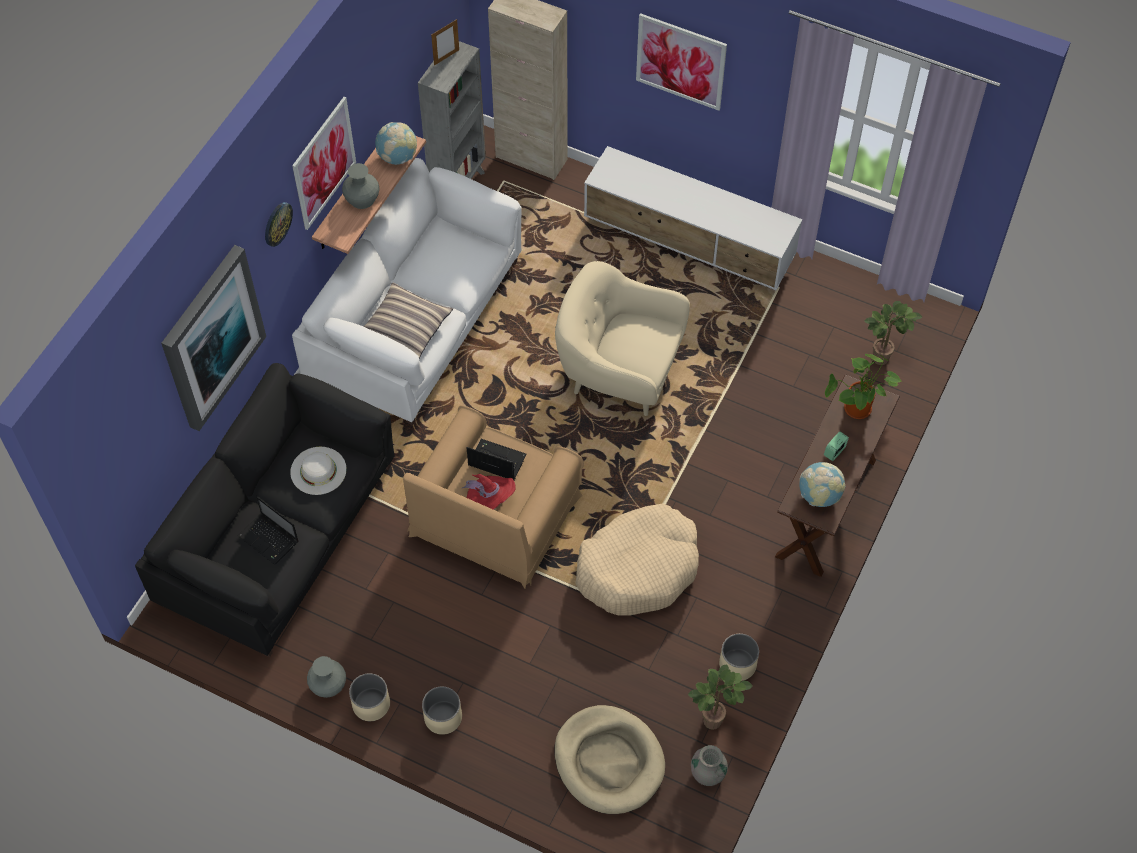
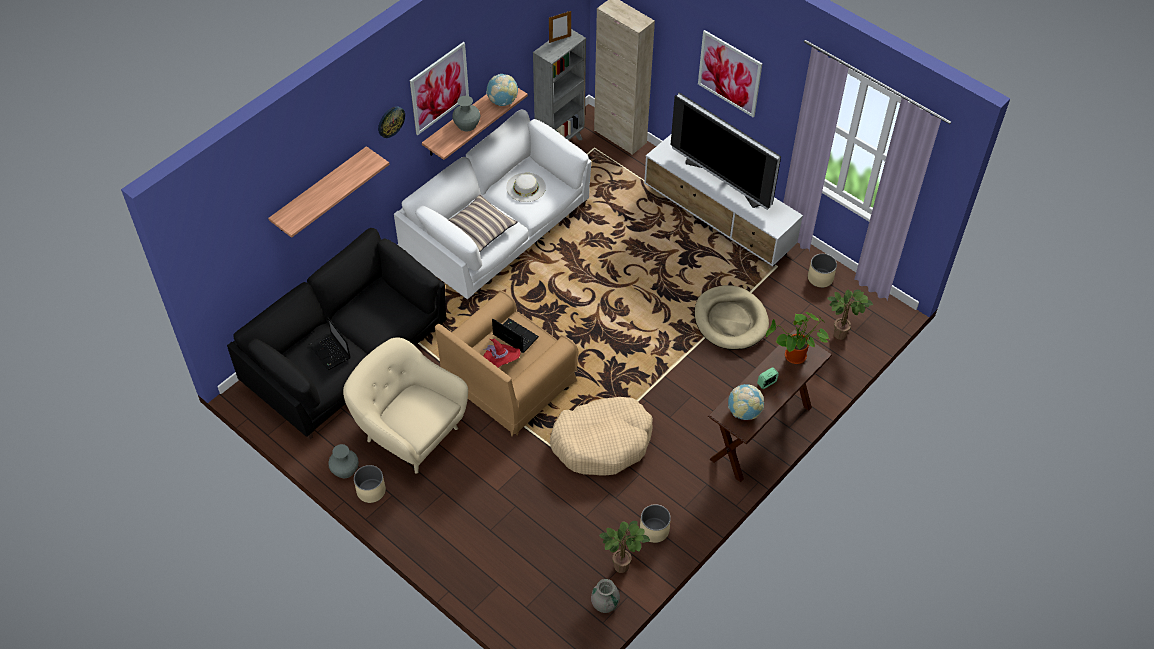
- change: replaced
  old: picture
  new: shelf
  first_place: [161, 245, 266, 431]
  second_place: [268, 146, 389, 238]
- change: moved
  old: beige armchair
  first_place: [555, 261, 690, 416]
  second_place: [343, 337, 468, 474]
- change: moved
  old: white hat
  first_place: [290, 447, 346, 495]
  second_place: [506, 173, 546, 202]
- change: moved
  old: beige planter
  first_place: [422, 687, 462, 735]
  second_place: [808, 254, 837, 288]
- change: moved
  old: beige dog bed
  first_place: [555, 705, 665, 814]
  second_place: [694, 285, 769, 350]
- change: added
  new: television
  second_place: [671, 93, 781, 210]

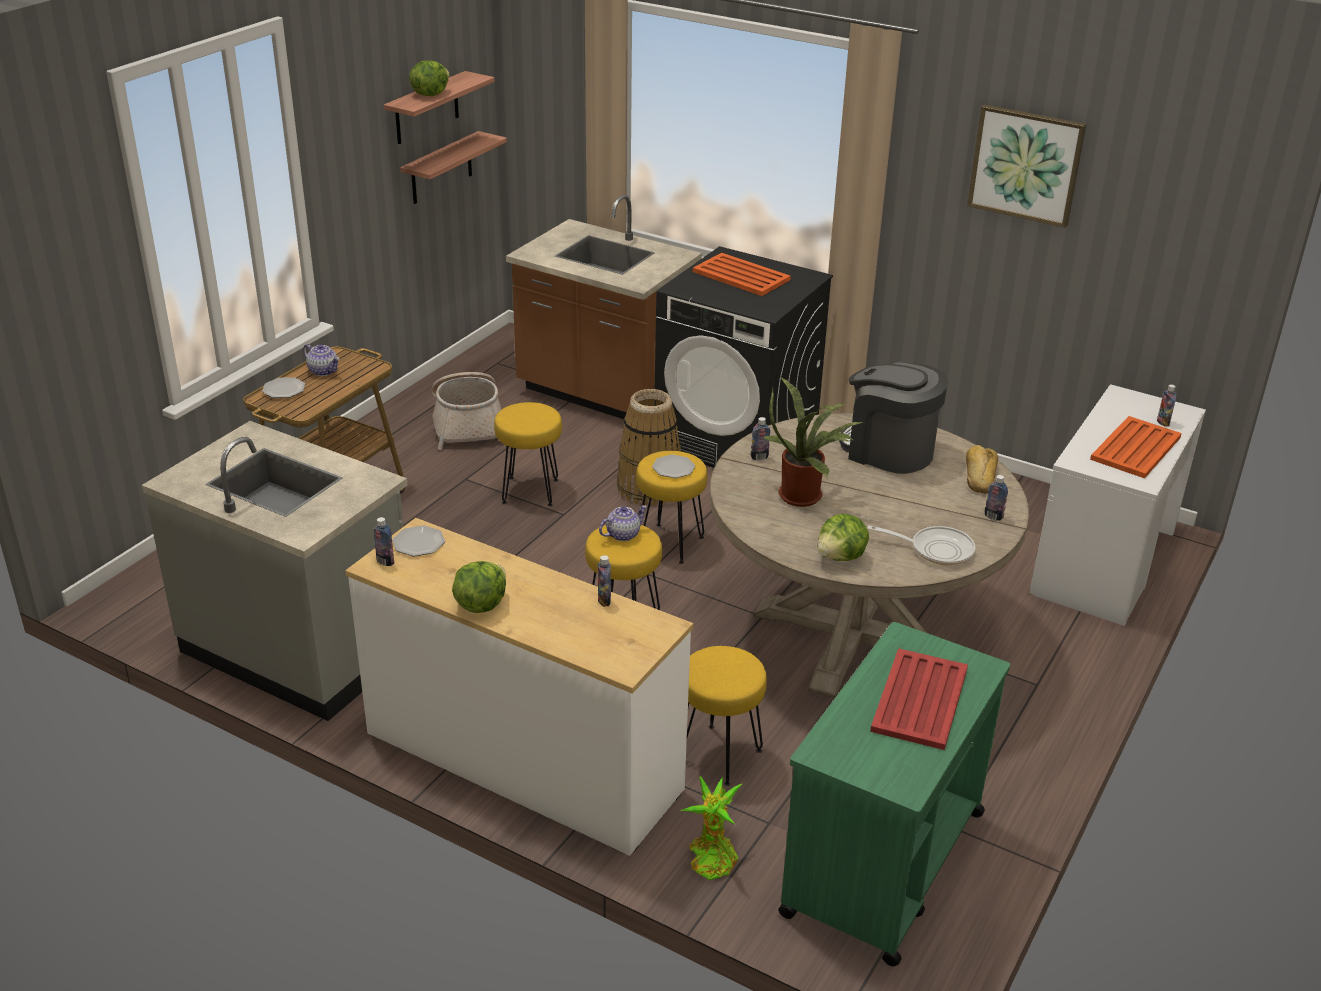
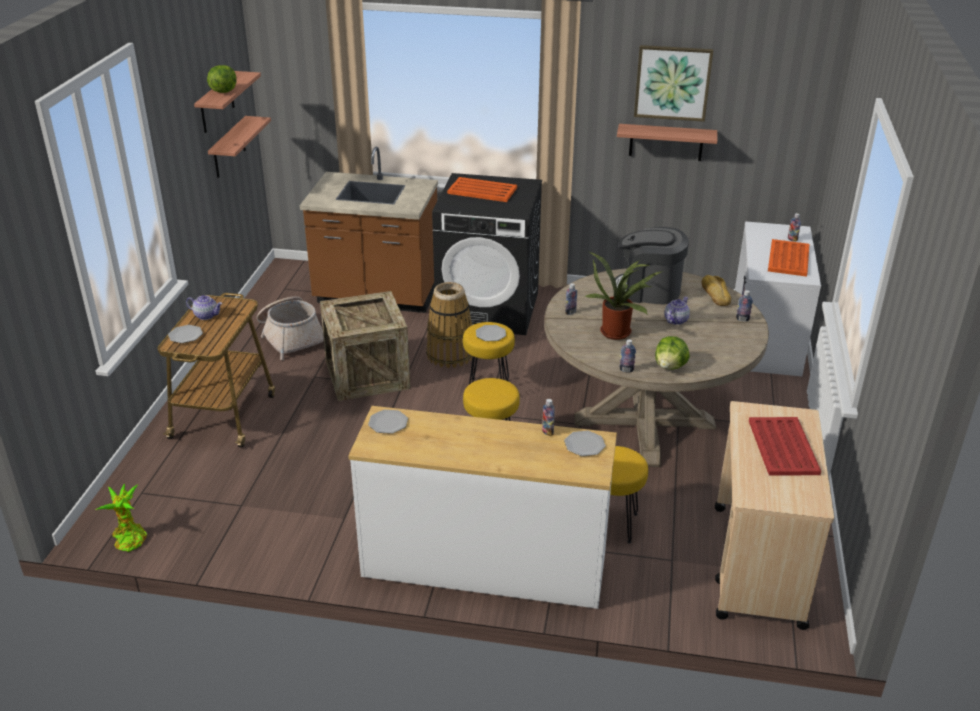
- change: replaced
  old: yellow stool
  new: crate
  first_place: [494, 402, 562, 506]
  second_place: [320, 291, 410, 401]
- change: removed
  old: grey counter
  first_place: [142, 421, 407, 721]
- change: moved
  old: teapot
  first_place: [599, 505, 647, 541]
  second_place: [665, 297, 690, 325]
- change: moved
  old: bottle
  first_place: [373, 517, 394, 566]
  second_place: [619, 339, 636, 372]
- change: removed
  old: frying pan
  first_place: [867, 525, 975, 565]
- change: removed
  old: lettuce
  first_place: [452, 561, 506, 613]
- change: recoloured
  old: green cart
  new: beige cart
  first_place: [778, 622, 1010, 966]
  second_place: [715, 401, 834, 630]
- change: moved
  old: potted plant
  first_place: [680, 776, 742, 880]
  second_place: [96, 484, 147, 552]
- change: added
  new: shelf
  second_place: [617, 124, 718, 161]
- change: added
  new: plate
  second_place: [564, 431, 606, 456]

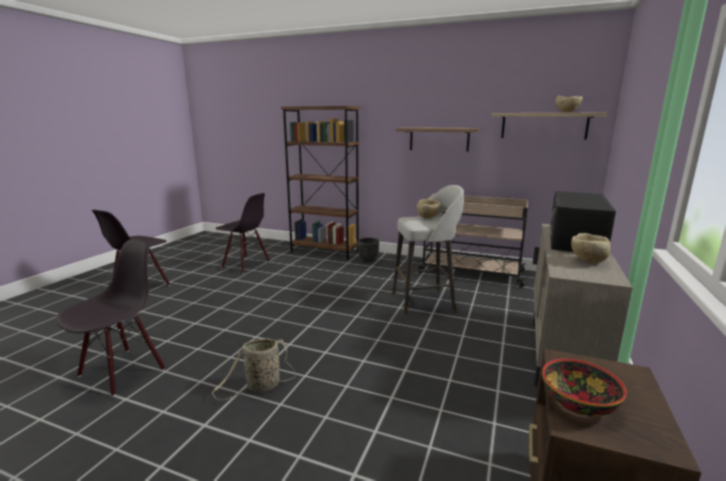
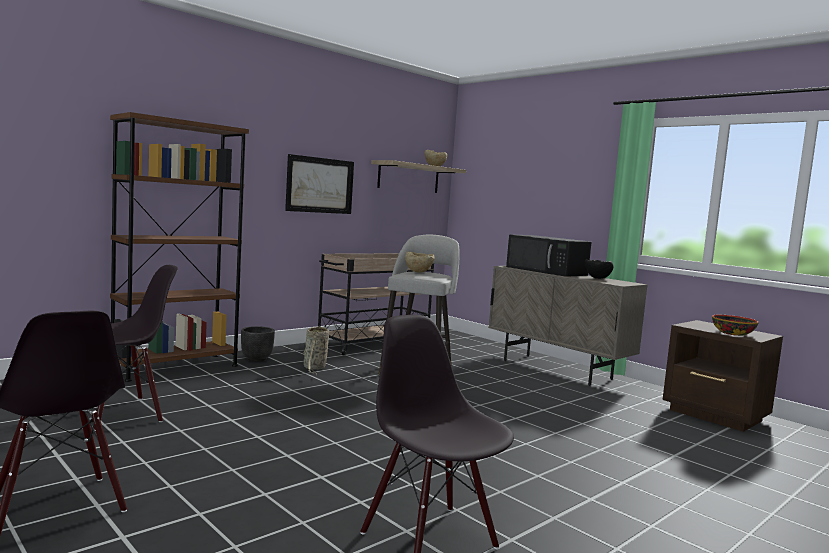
- change: replaced
  old: shelf
  new: picture
  first_place: [396, 127, 479, 152]
  second_place: [285, 154, 354, 214]
- change: recoloured
  old: beige bowl
  new: black bowl
  first_place: [571, 233, 610, 263]
  second_place: [585, 259, 614, 279]
- change: moved
  old: basket
  first_place: [211, 338, 296, 400]
  second_place: [302, 326, 329, 375]

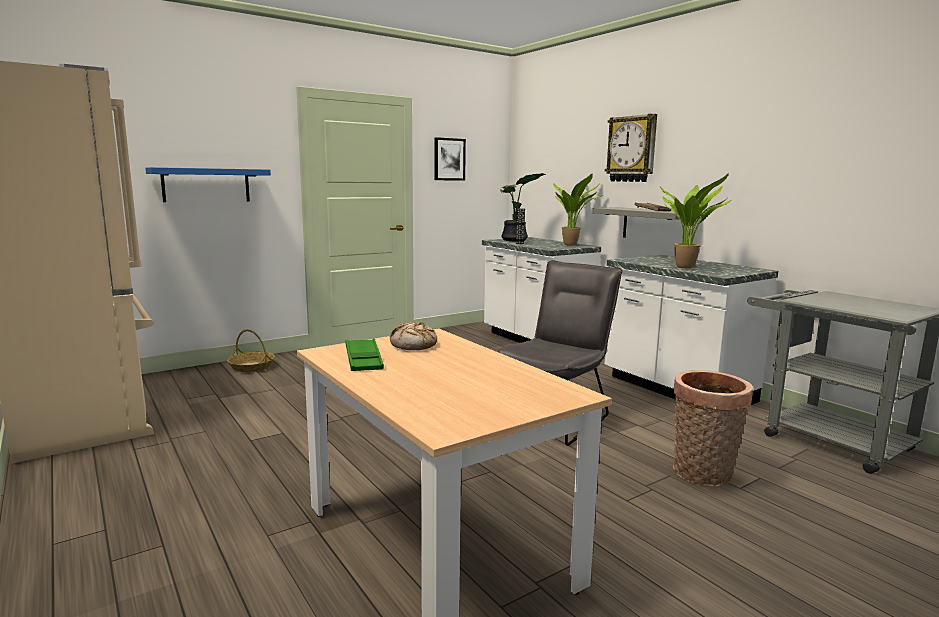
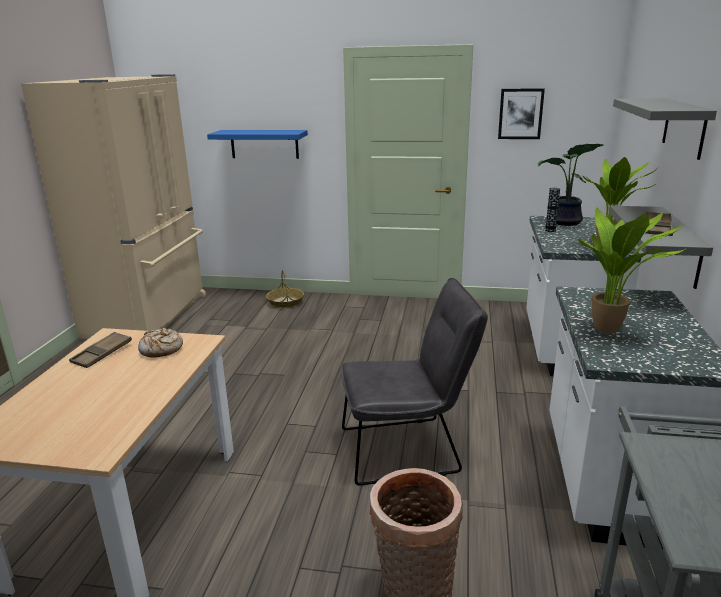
- change: replaced
  old: wall clock
  new: grey shelf
  first_place: [605, 114, 657, 182]
  second_place: [613, 98, 717, 160]
- change: recoloured
  old: green tray
  new: brown tray
  first_place: [346, 339, 384, 371]
  second_place: [69, 332, 132, 368]

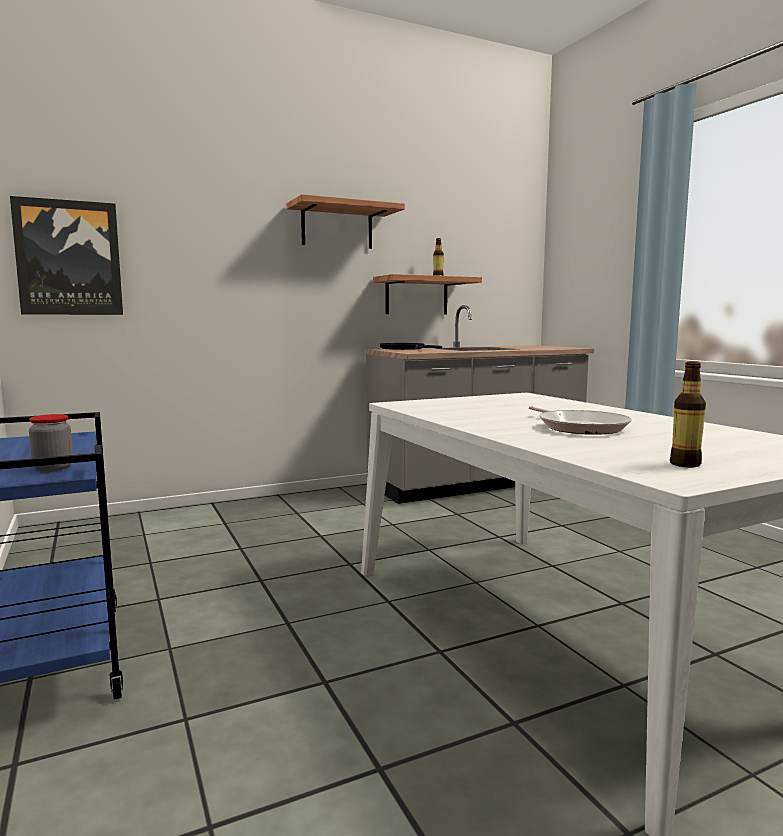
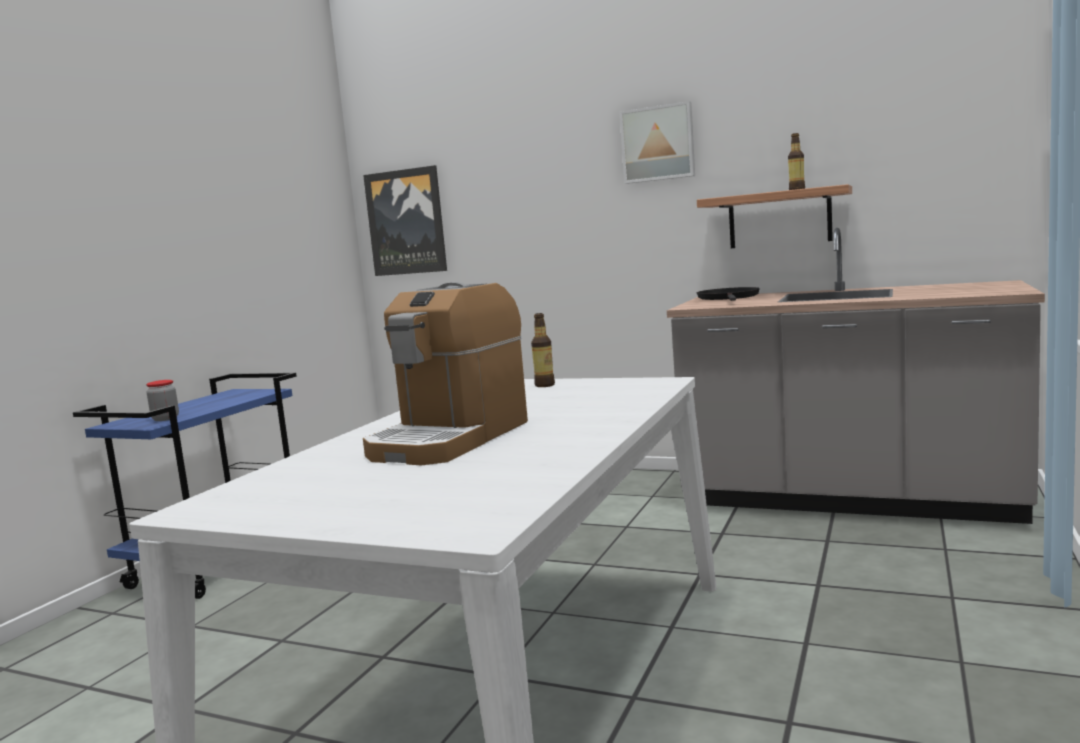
- change: replaced
  old: shelf
  new: picture
  first_place: [287, 194, 405, 249]
  second_place: [620, 101, 695, 184]
- change: moved
  old: bottle
  first_place: [670, 361, 706, 468]
  second_place: [531, 313, 555, 387]
- change: replaced
  old: frying pan
  new: coffee machine
  first_place: [529, 406, 632, 435]
  second_place: [363, 282, 528, 466]

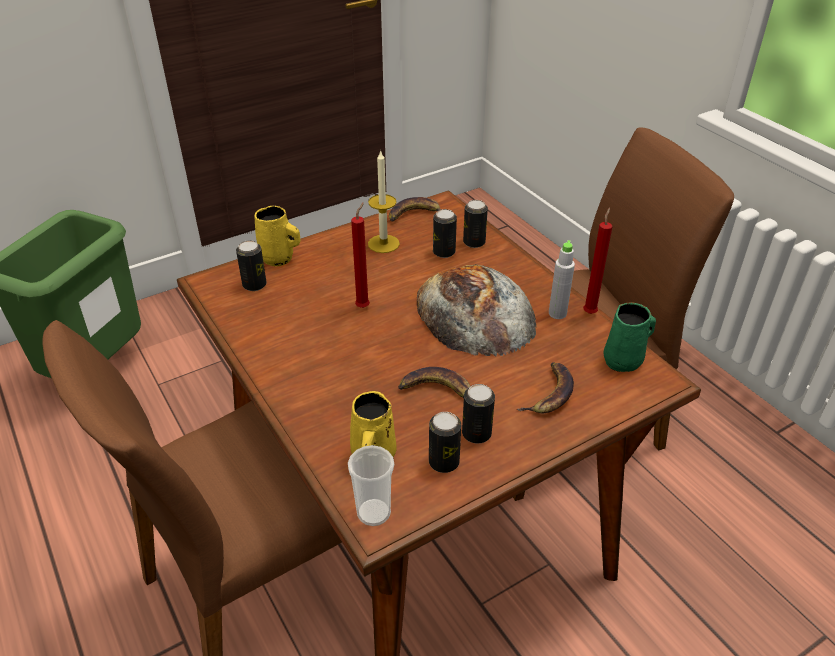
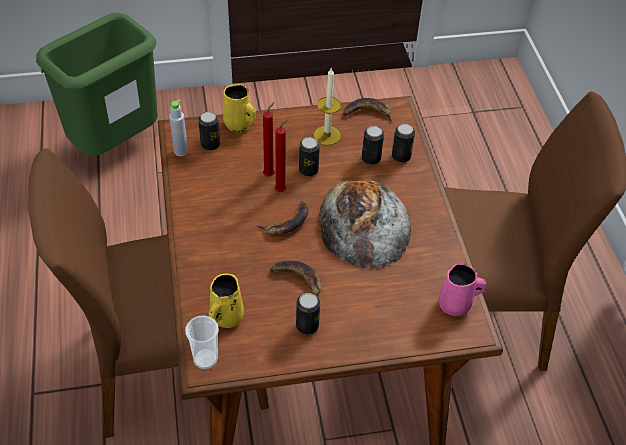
- change: moved
  old: red candle
  first_place: [583, 207, 612, 314]
  second_place: [263, 102, 275, 176]
- change: moved
  old: grey bottle
  first_place: [549, 240, 575, 319]
  second_place: [169, 100, 188, 156]
- change: recoloured
  old: green mug
  new: pink mug
  first_place: [604, 303, 656, 372]
  second_place: [438, 263, 486, 316]
- change: moved
  old: banana
  first_place: [517, 362, 574, 413]
  second_place: [256, 201, 309, 235]
- change: moved
  old: can
  first_place: [429, 412, 461, 473]
  second_place: [299, 137, 320, 176]

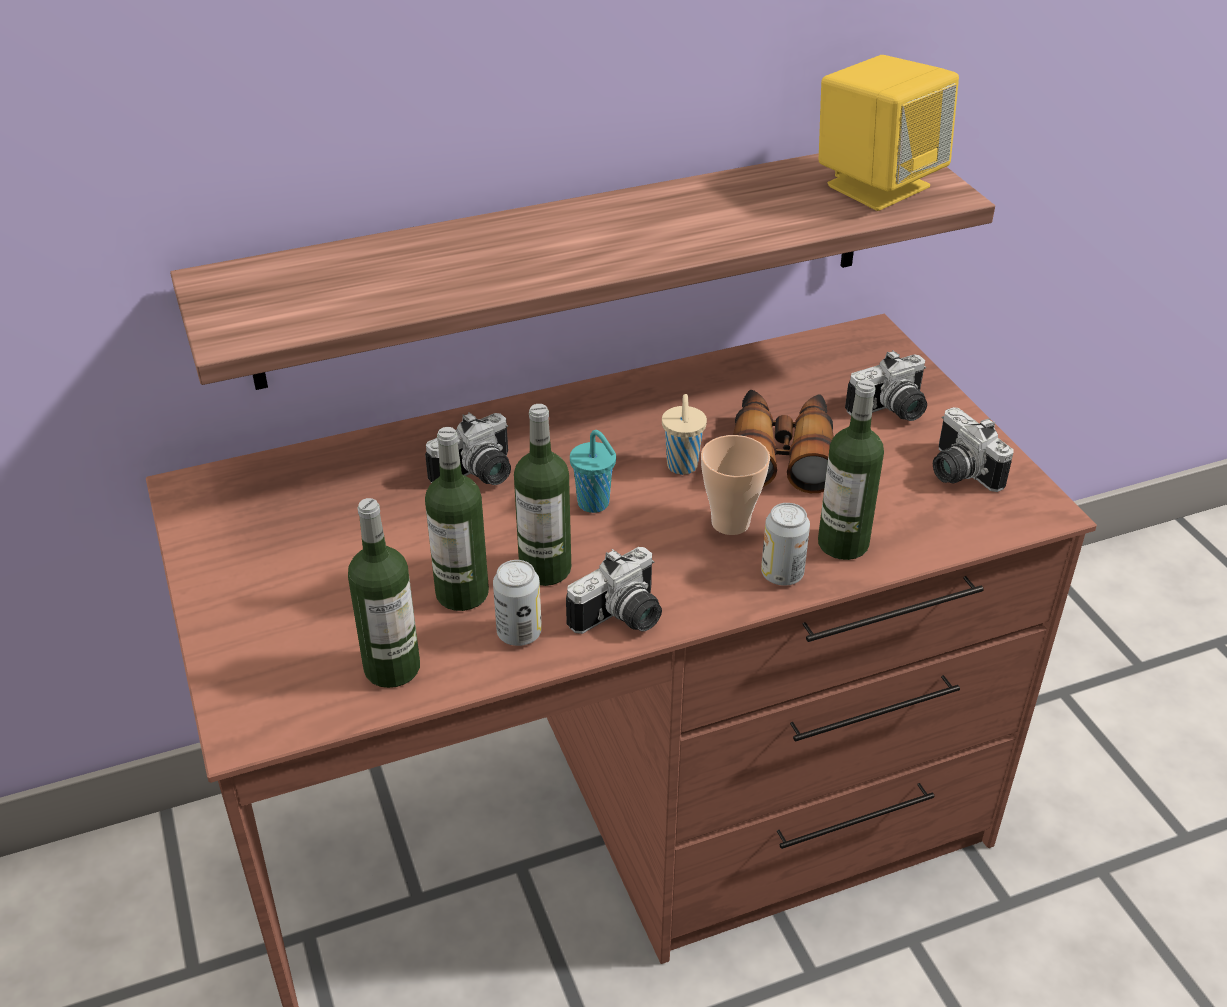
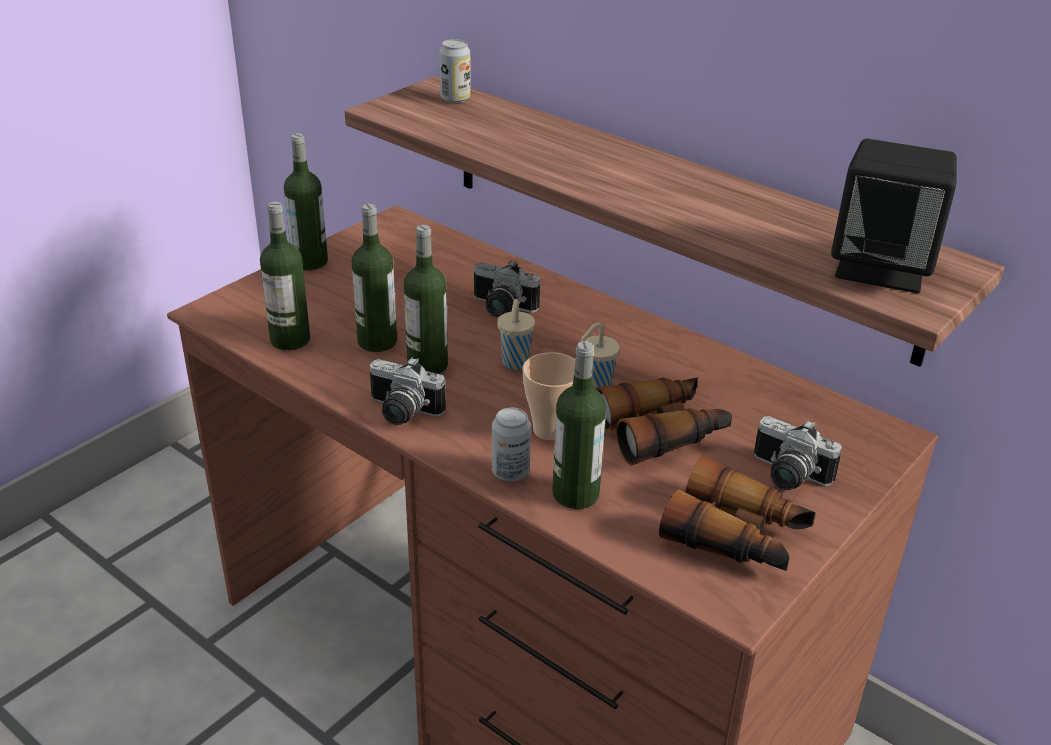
- change: recoloured
  old: yellow speaker
  new: black speaker
  first_place: [818, 55, 959, 211]
  second_place: [831, 139, 957, 293]
- change: replaced
  old: photo camera
  new: binoculars
  first_place: [933, 407, 1014, 492]
  second_place: [659, 456, 816, 571]
- change: recoloured
  old: turquoise cup
  new: beige cup
  first_place: [570, 430, 616, 513]
  second_place: [497, 299, 535, 370]
- change: moved
  old: can
  first_place: [493, 560, 542, 646]
  second_place: [439, 39, 471, 103]
- change: added
  new: bottle
  second_place: [284, 133, 328, 270]

